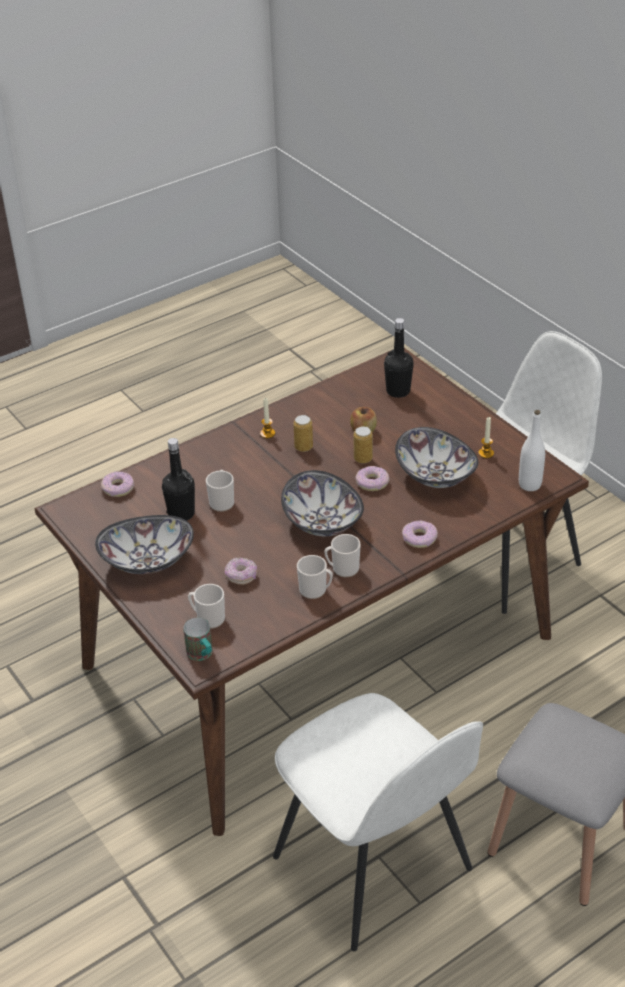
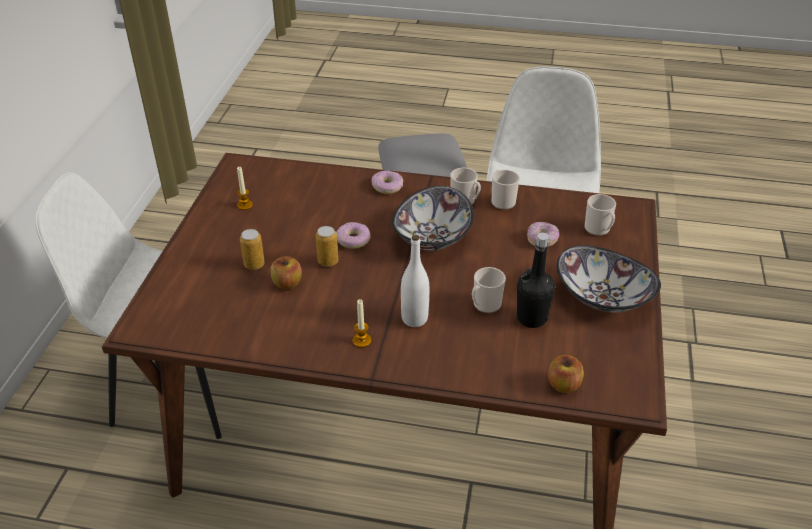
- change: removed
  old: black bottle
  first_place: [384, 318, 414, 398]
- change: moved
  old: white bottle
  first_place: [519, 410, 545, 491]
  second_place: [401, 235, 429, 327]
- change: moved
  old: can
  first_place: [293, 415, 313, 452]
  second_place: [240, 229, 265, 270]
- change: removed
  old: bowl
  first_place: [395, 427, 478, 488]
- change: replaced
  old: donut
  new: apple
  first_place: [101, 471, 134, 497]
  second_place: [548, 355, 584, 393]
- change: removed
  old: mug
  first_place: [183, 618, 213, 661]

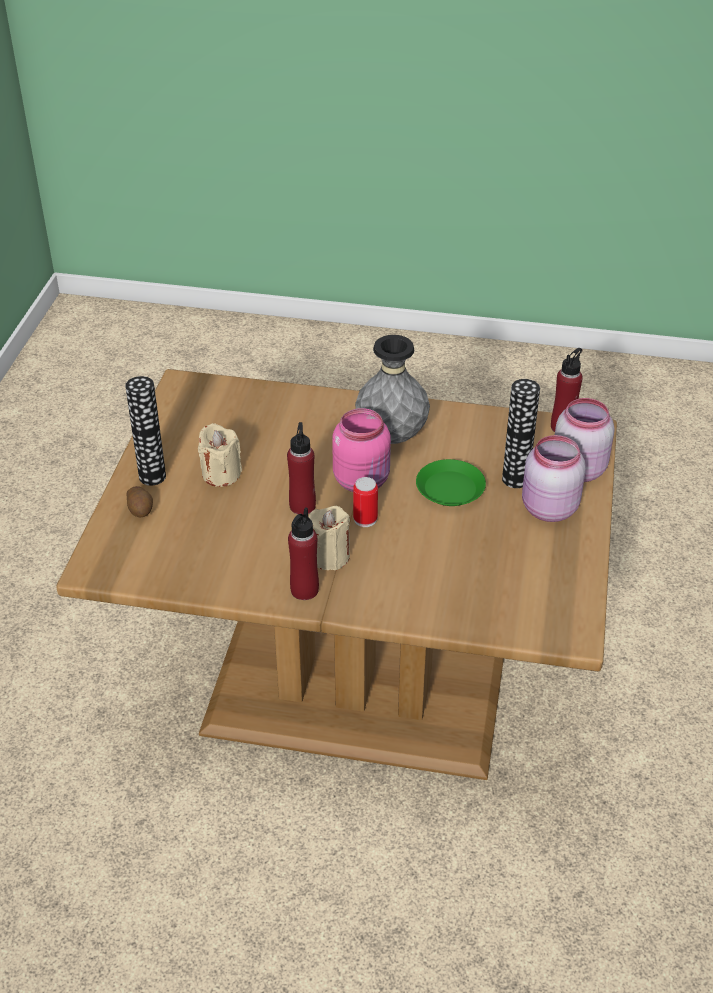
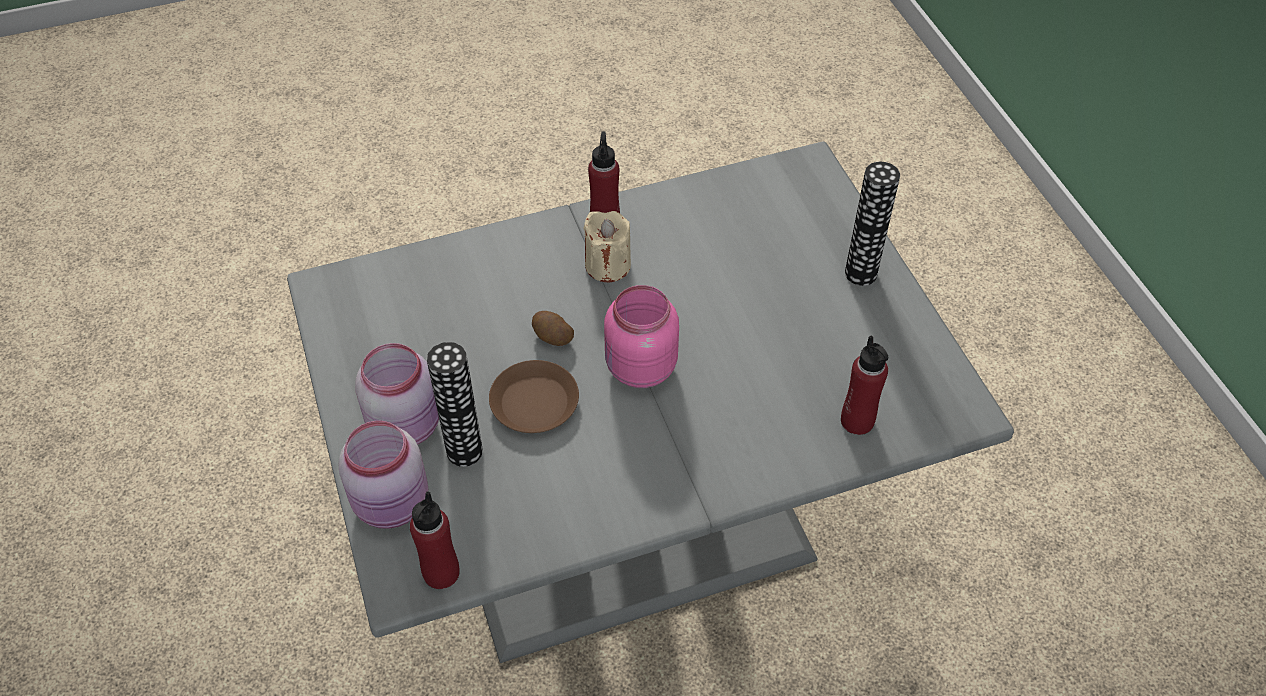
- change: removed
  old: grey vase
  first_place: [355, 335, 430, 444]
- change: recoloured
  old: brown dining table
  new: grey dining table
  first_place: [56, 369, 617, 780]
  second_place: [287, 142, 1014, 663]
- change: moved
  old: red bottle
  first_place: [287, 422, 316, 514]
  second_place: [841, 335, 888, 435]
- change: removed
  old: beige candle
  first_place: [198, 423, 242, 487]
- change: recoloured
  old: green plate
  new: brown plate
  first_place: [416, 459, 486, 506]
  second_place: [489, 360, 579, 433]
- change: removed
  old: can
  first_place: [353, 477, 378, 527]
- change: moved
  old: potato
  first_place: [127, 486, 153, 517]
  second_place: [532, 311, 574, 346]

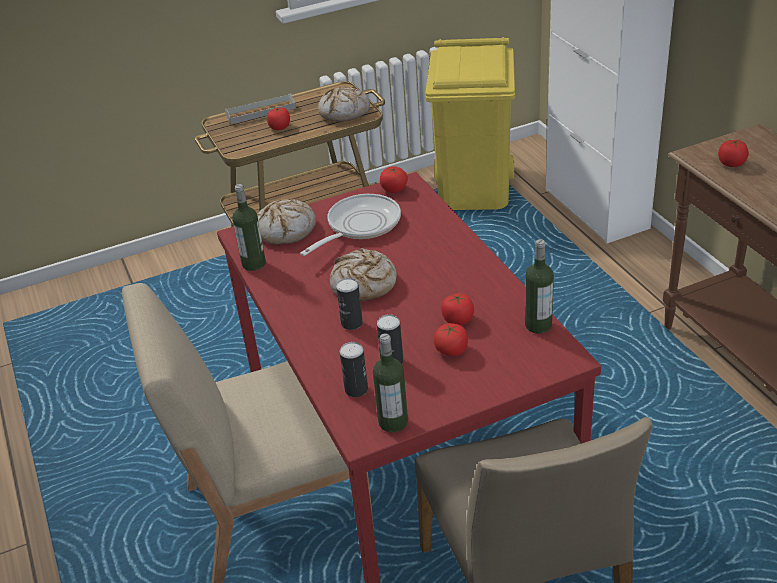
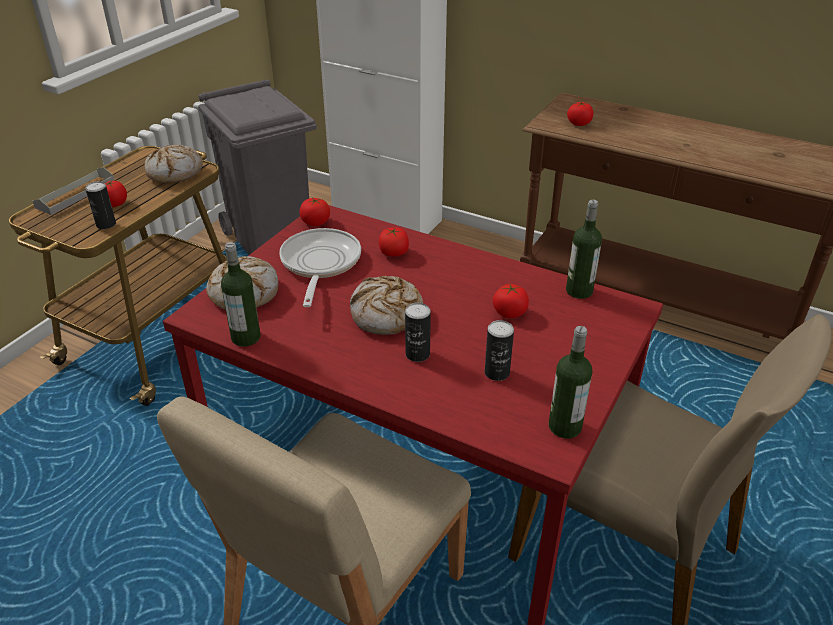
- change: recoloured
  old: yellow trash can
  new: grey trash can
  first_place: [426, 37, 515, 210]
  second_place: [198, 79, 317, 255]
- change: moved
  old: tomato
  first_place: [434, 323, 468, 356]
  second_place: [379, 227, 409, 256]
- change: moved
  old: can
  first_place: [340, 342, 368, 397]
  second_place: [85, 181, 116, 229]

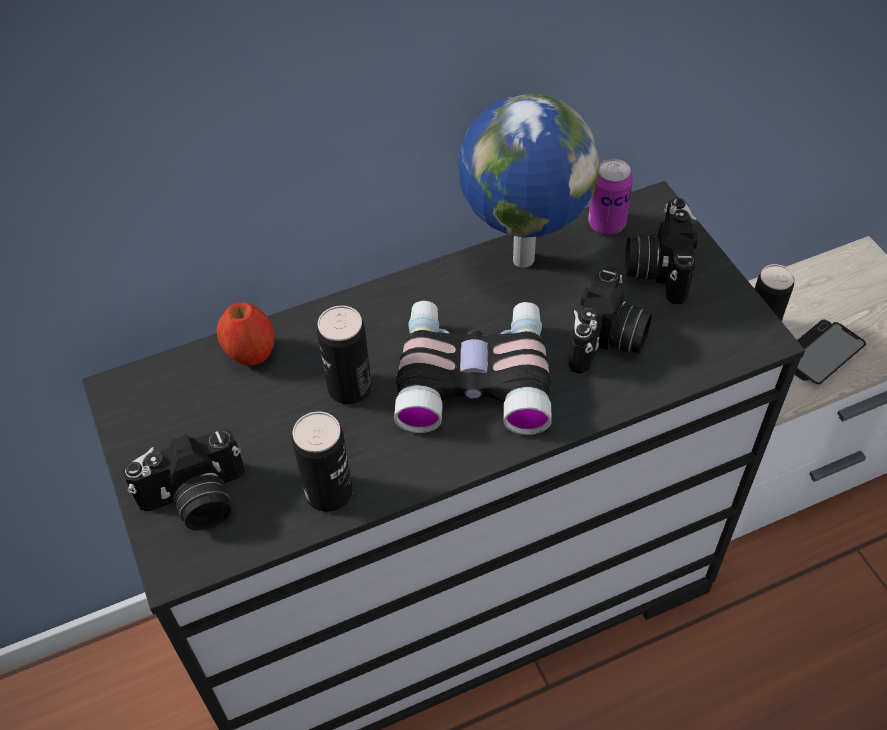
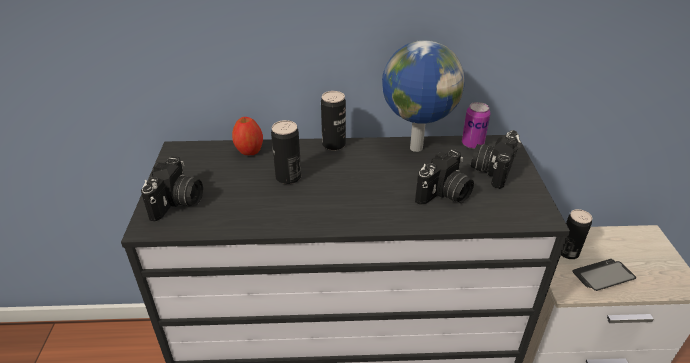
- change: removed
  old: binoculars
  first_place: [394, 301, 552, 435]
- change: moved
  old: can
  first_place: [292, 411, 353, 512]
  second_place: [321, 91, 346, 150]
- change: turned
  old: photo camera
  first_place: [123, 429, 245, 531]
  second_place: [141, 156, 203, 222]
  degrees: -75

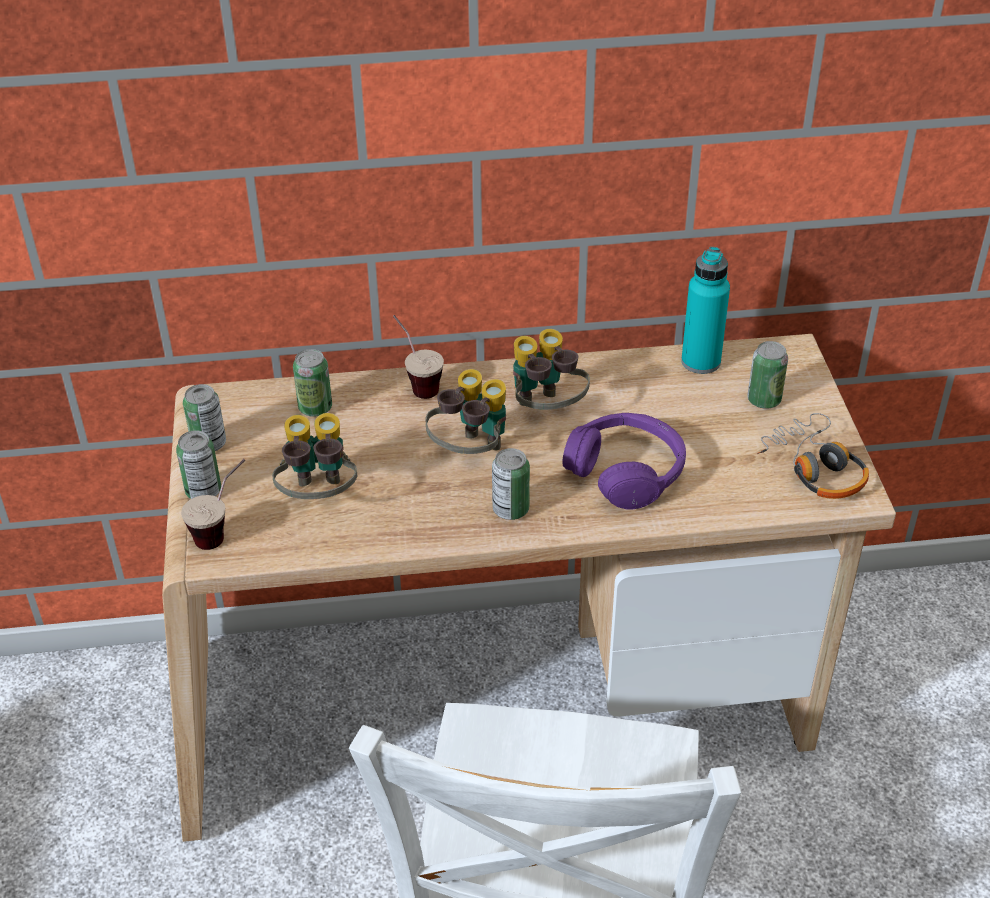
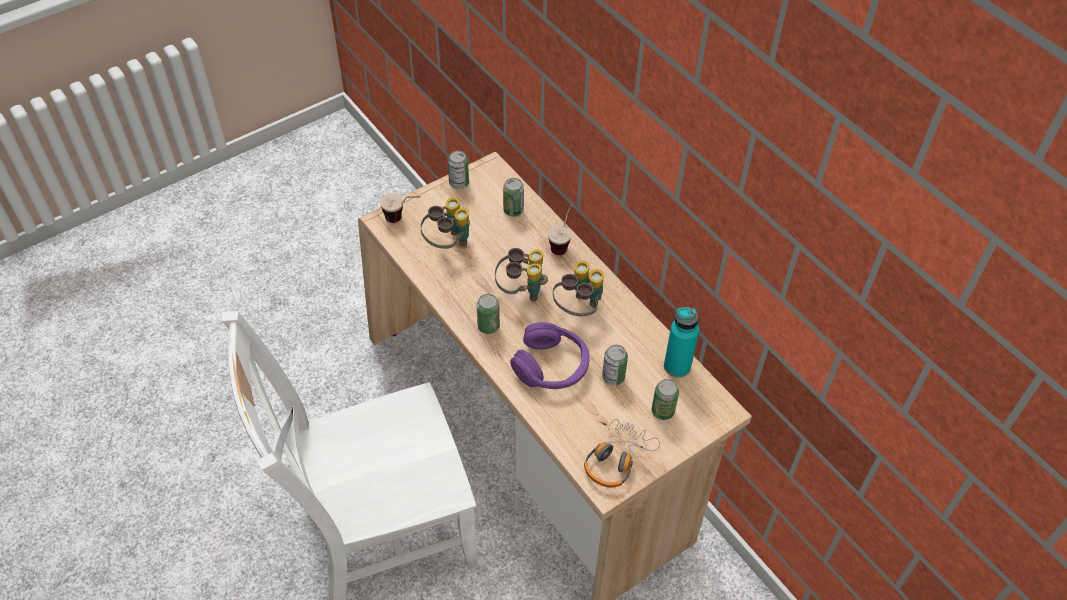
- change: moved
  old: can
  first_place: [176, 430, 221, 499]
  second_place: [602, 345, 628, 385]

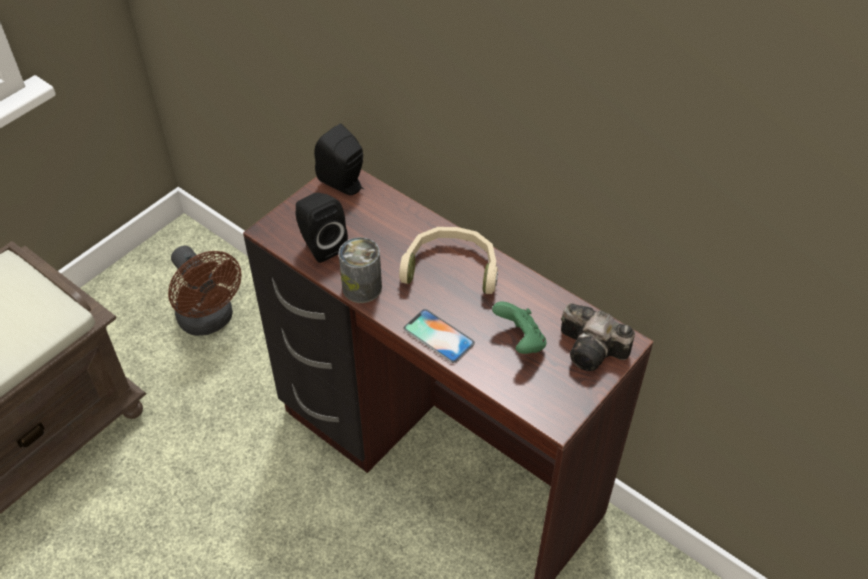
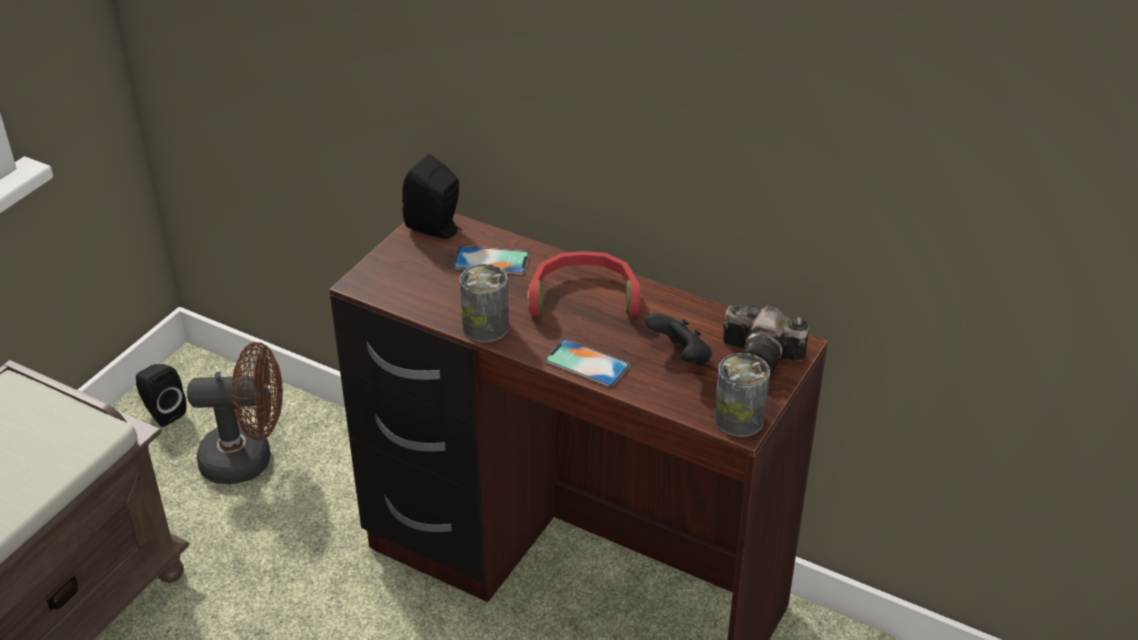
- change: moved
  old: black speaker
  first_place: [295, 193, 348, 263]
  second_place: [136, 364, 187, 427]
- change: recoloured
  old: beige headphones
  new: red headphones
  first_place: [399, 227, 498, 294]
  second_place: [528, 251, 641, 316]
- change: turned
  old: brown fan
  first_place: [168, 246, 241, 336]
  second_place: [187, 342, 283, 484]
  degrees: -45
- change: recoloured
  old: green game controller
  new: black game controller
  first_place: [492, 301, 546, 354]
  second_place: [645, 313, 712, 366]
- change: added
  new: phone
  second_place: [453, 246, 530, 275]
- change: added
  new: can
  second_place: [714, 353, 770, 437]

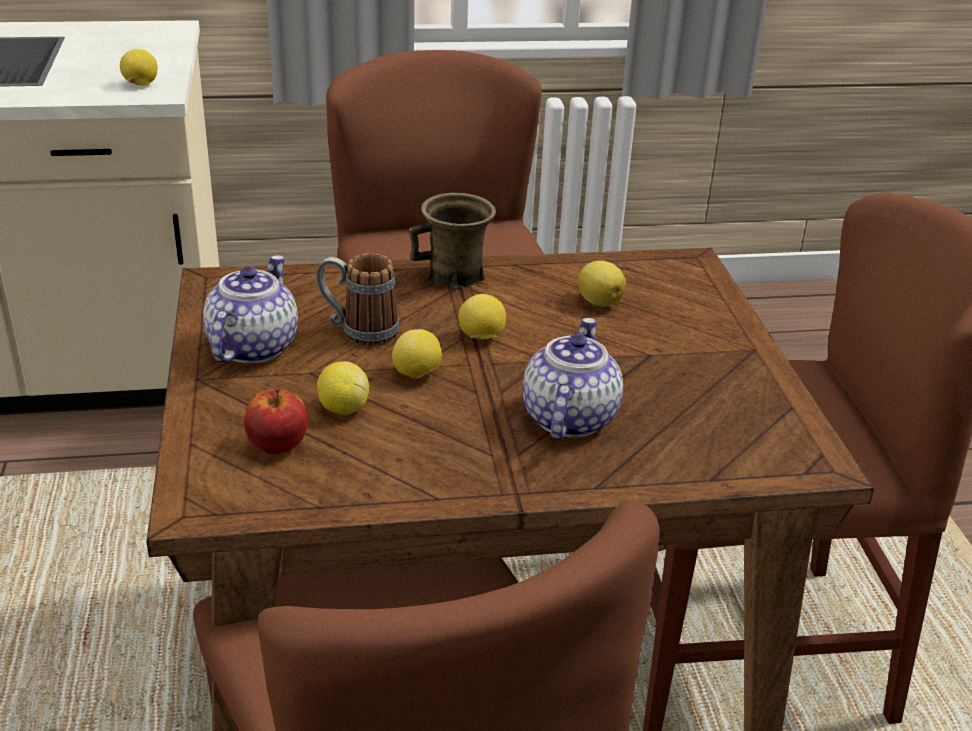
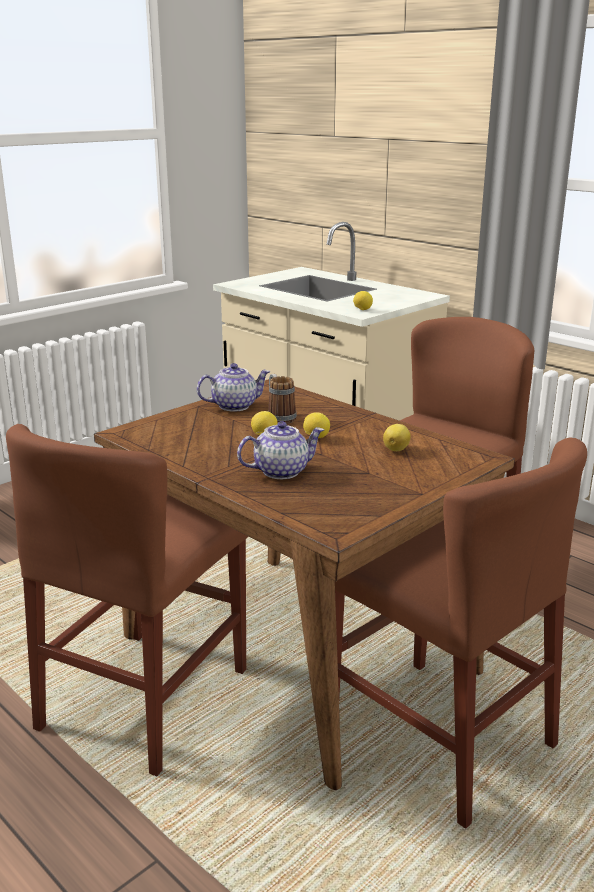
- change: removed
  old: brown mug
  first_place: [409, 193, 496, 290]
- change: removed
  old: lemon
  first_place: [317, 361, 369, 415]
- change: removed
  old: apple
  first_place: [244, 389, 308, 455]

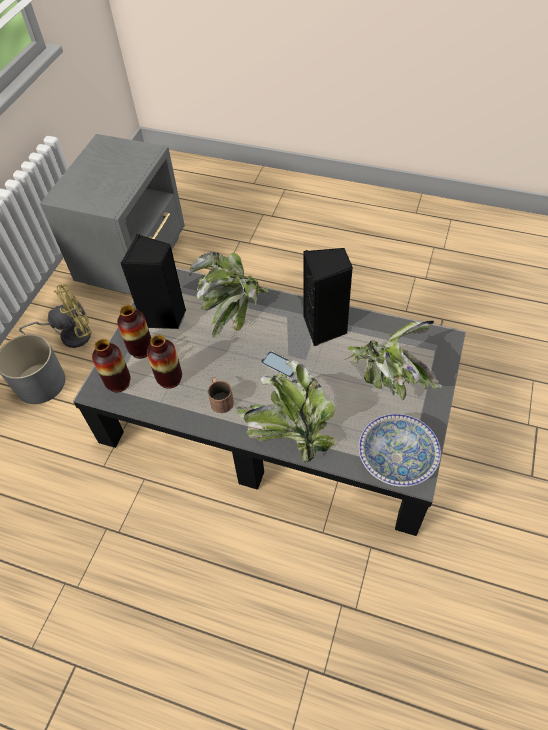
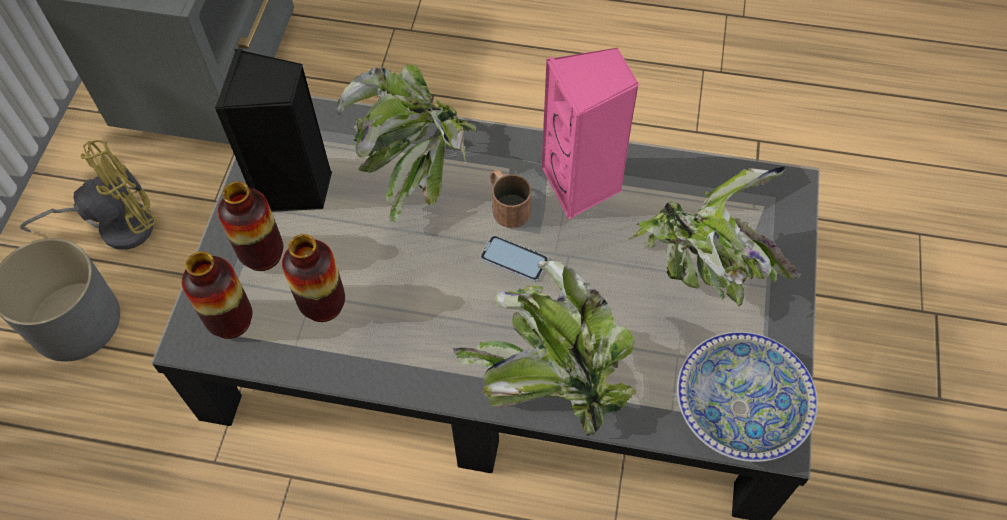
- change: recoloured
  old: black speaker
  new: pink speaker
  first_place: [303, 248, 353, 346]
  second_place: [542, 48, 639, 219]
- change: moved
  old: brown mug
  first_place: [208, 377, 234, 413]
  second_place: [490, 170, 531, 228]

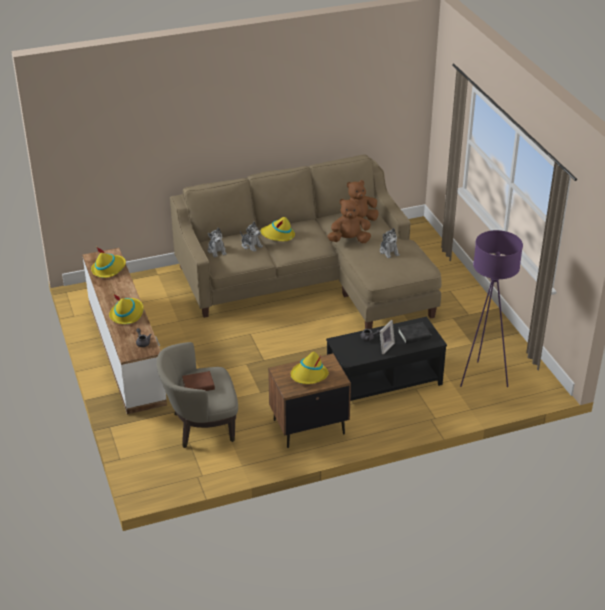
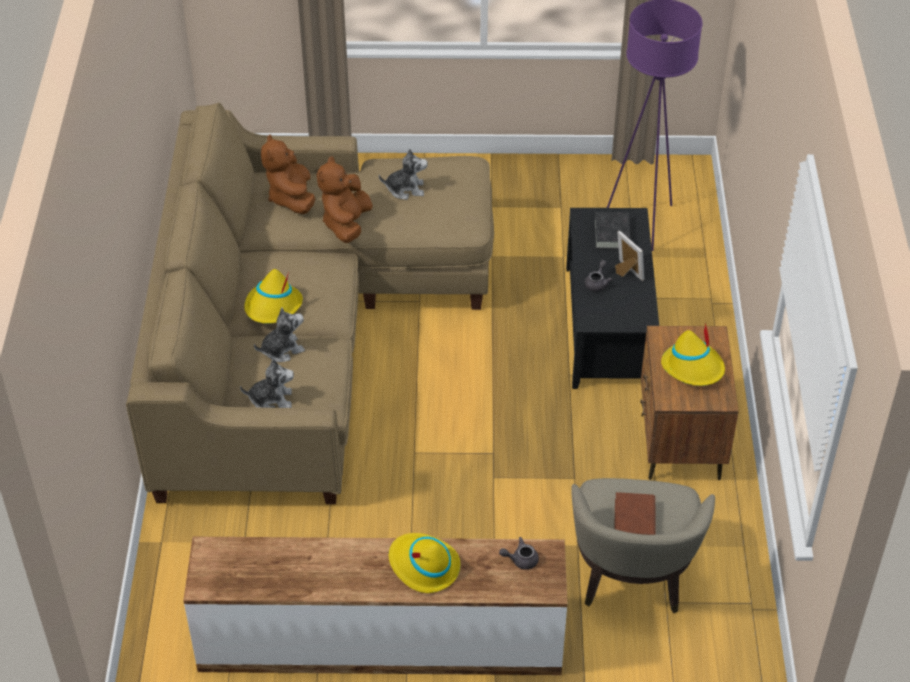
- change: removed
  old: yellow hat
  first_place: [91, 247, 126, 278]

